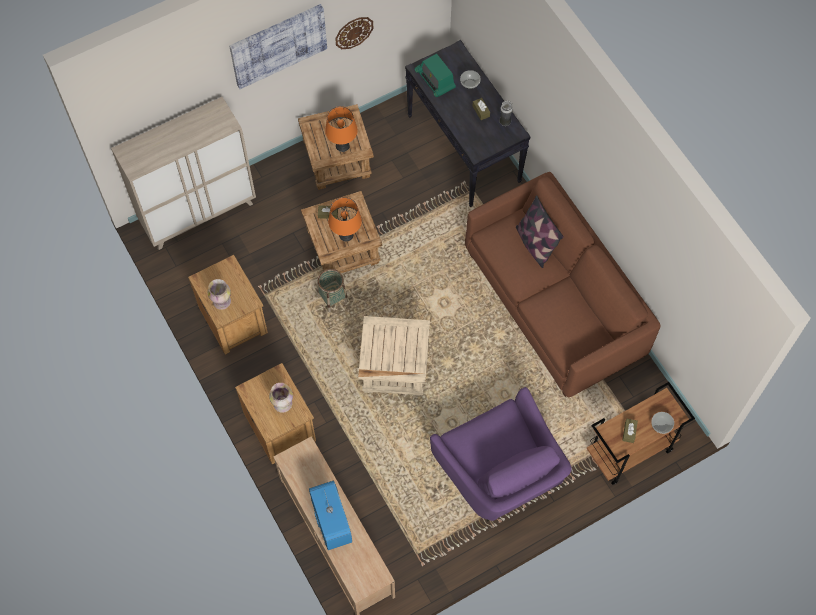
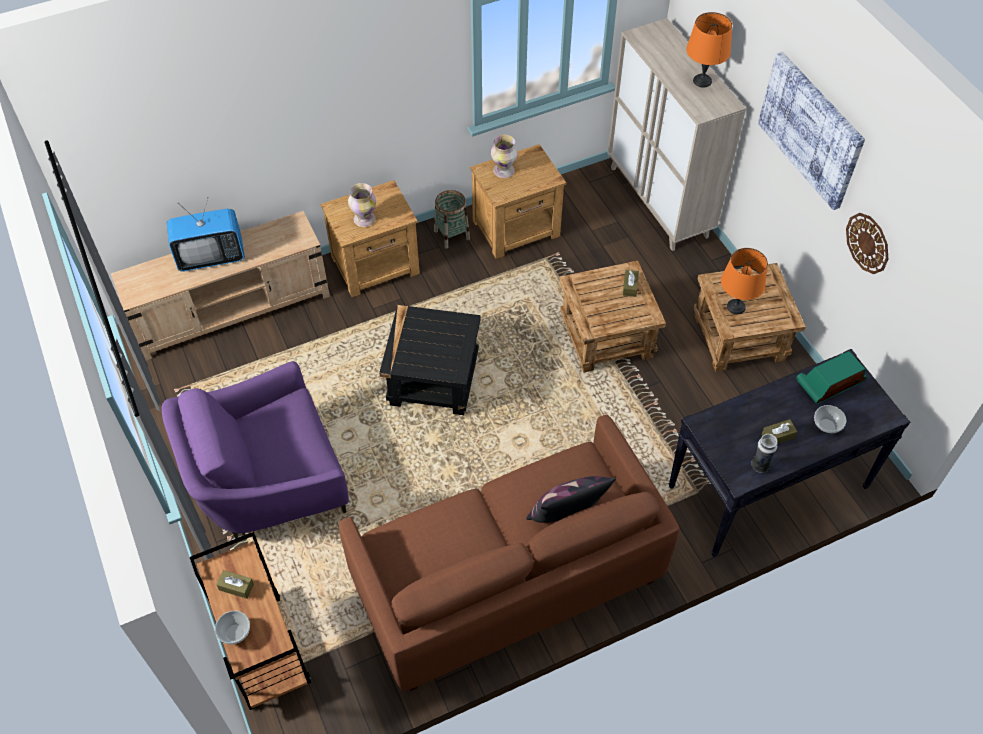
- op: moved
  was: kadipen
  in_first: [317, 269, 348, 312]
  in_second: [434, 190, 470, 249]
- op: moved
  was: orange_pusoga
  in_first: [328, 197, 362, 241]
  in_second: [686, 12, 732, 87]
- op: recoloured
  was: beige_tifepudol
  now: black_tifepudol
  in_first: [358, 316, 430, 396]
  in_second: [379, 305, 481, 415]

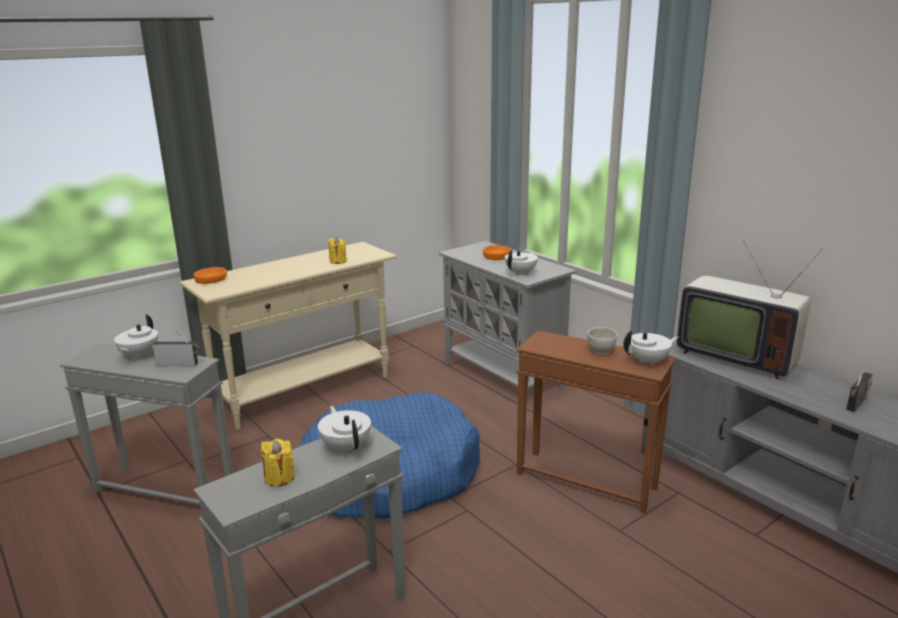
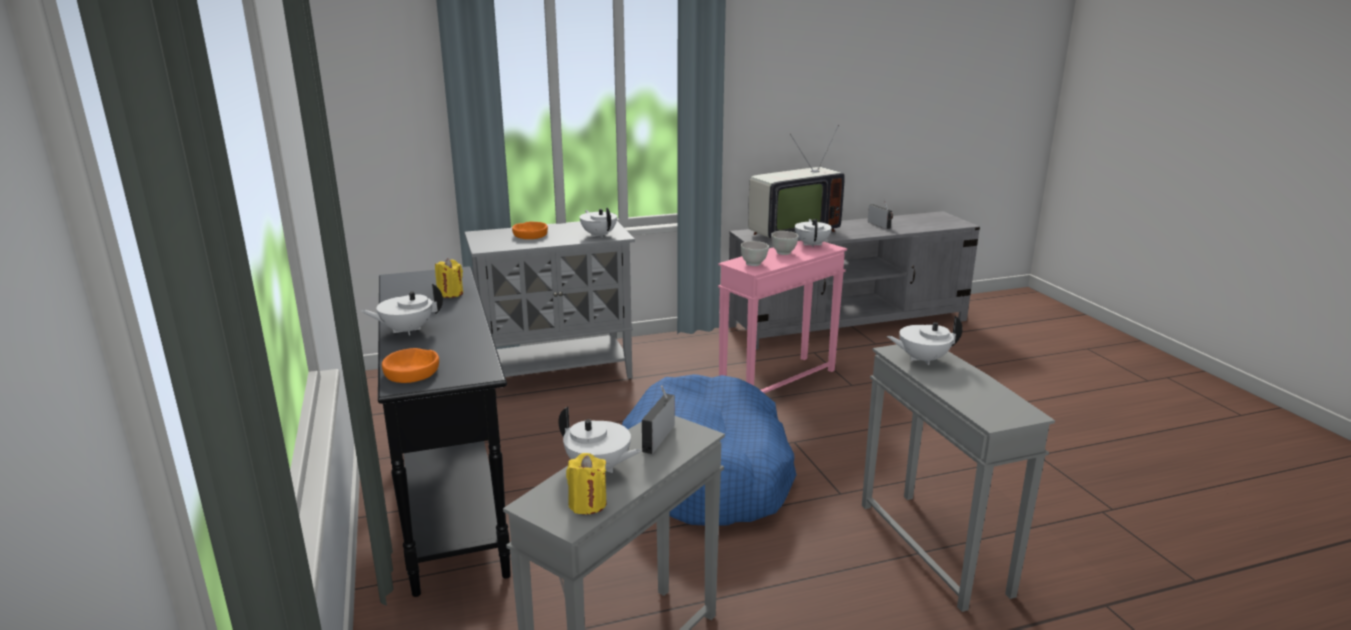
- op: added
  now: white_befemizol
  in_second: [360, 283, 443, 335]
- op: added
  now: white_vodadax
  in_second: [741, 241, 769, 266]
- op: moved
  was: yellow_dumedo
  in_first: [261, 439, 295, 487]
  in_second: [566, 453, 607, 514]
- op: recoloured
  was: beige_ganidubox
  now: black_ganidubox
  in_first: [180, 242, 397, 430]
  in_second: [378, 266, 511, 597]
- op: recoloured
  was: brown_tifepudol
  now: pink_tifepudol
  in_first: [516, 331, 675, 513]
  in_second: [718, 241, 847, 393]

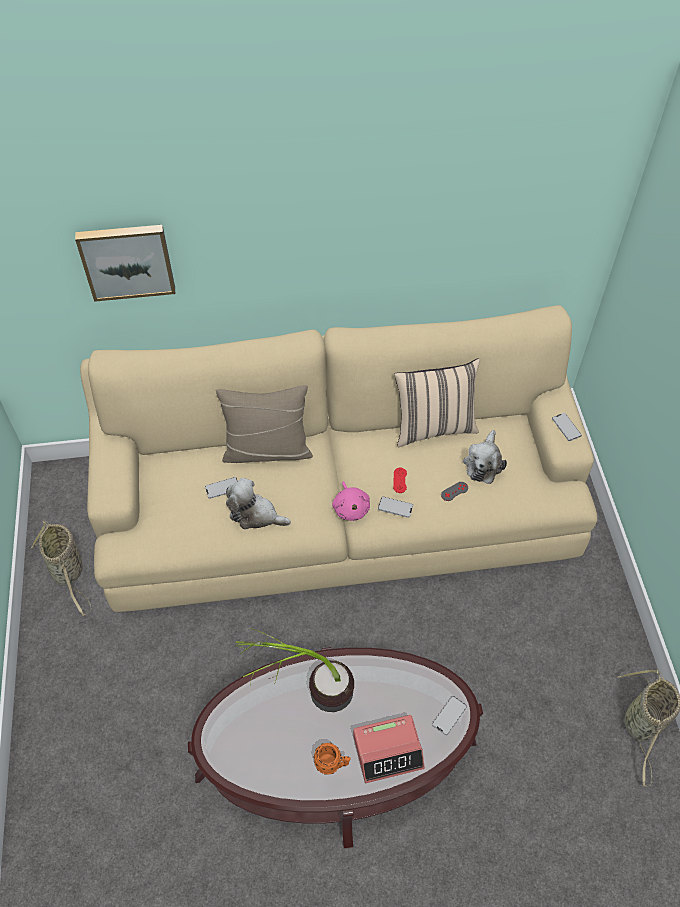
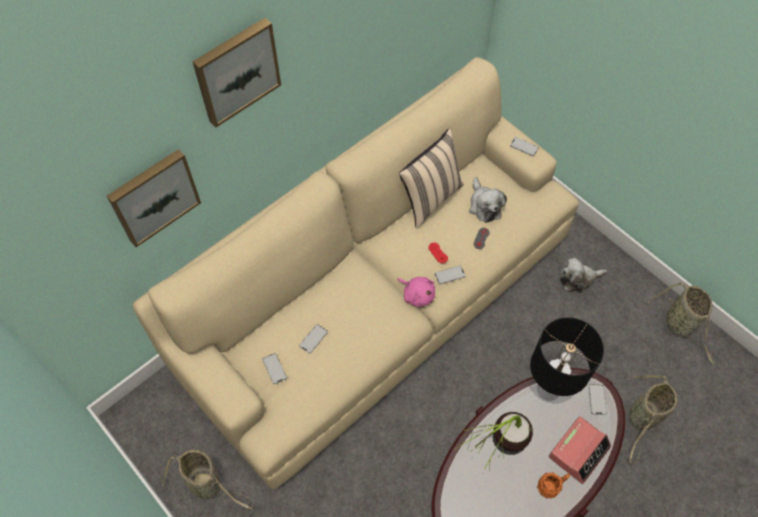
- op: removed
  was: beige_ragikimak
  in_first: [216, 385, 313, 463]
- op: added
  now: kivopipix
  in_second: [192, 18, 281, 128]
- op: added
  now: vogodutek
  in_second: [262, 353, 287, 384]
- op: added
  now: black_pusoga
  in_second: [530, 317, 604, 401]
- op: added
  now: kadipen
  in_second: [629, 375, 678, 464]
- op: moved
  was: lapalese
  in_first: [226, 478, 291, 529]
  in_second: [560, 258, 608, 293]

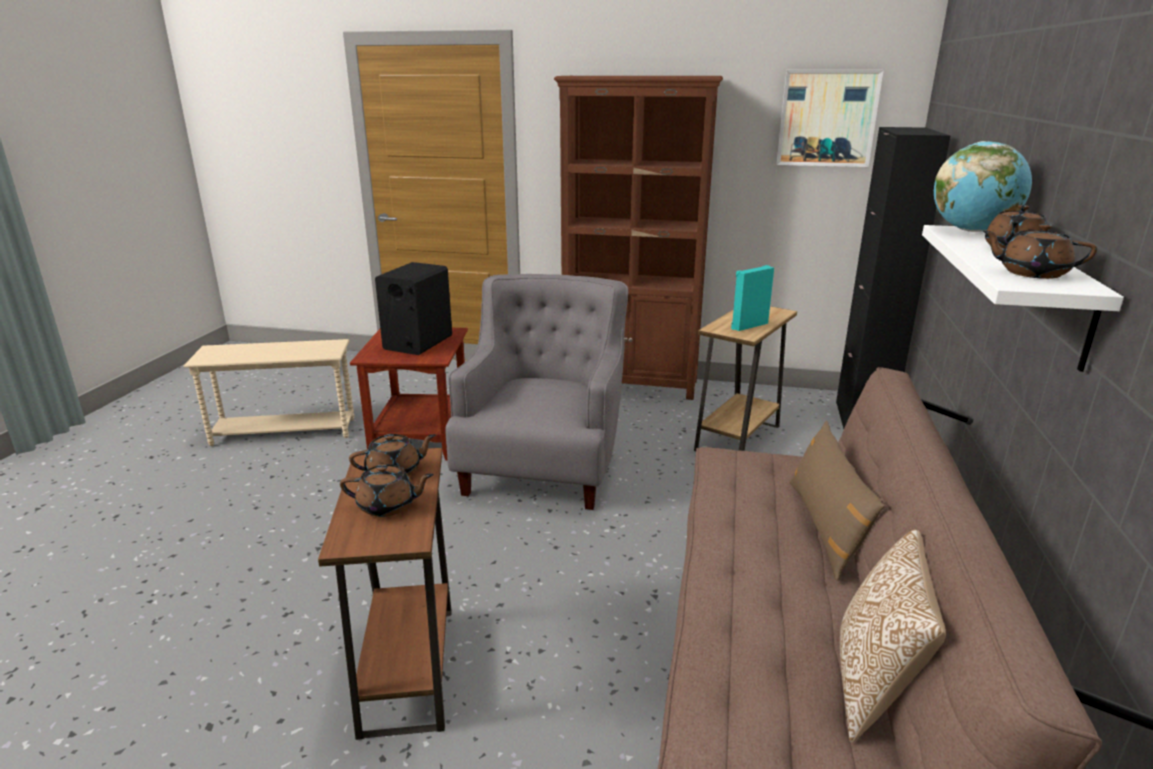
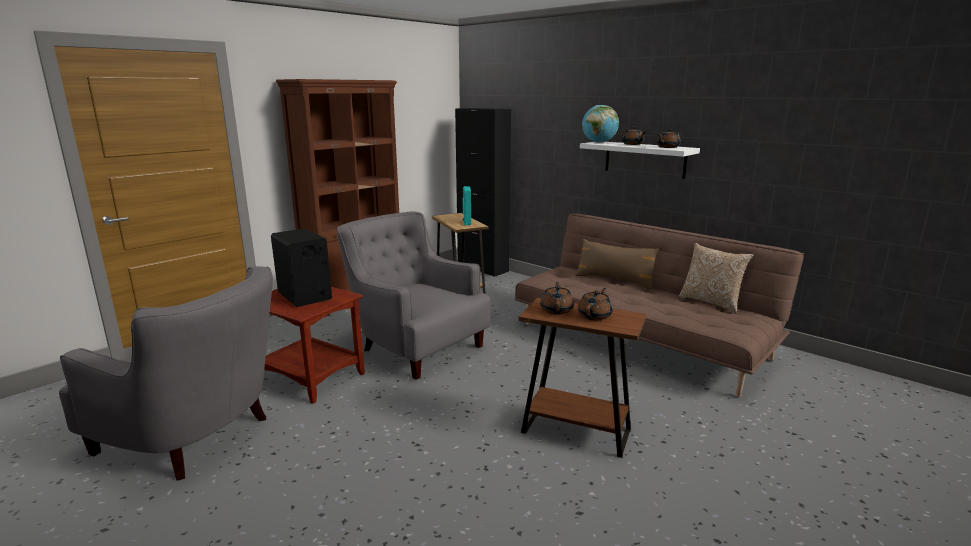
- op: removed
  was: kivopipix
  in_first: [776, 70, 884, 167]
- op: replaced
  was: beige_tifepudol
  now: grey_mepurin
  in_first: [183, 339, 354, 446]
  in_second: [59, 266, 273, 481]

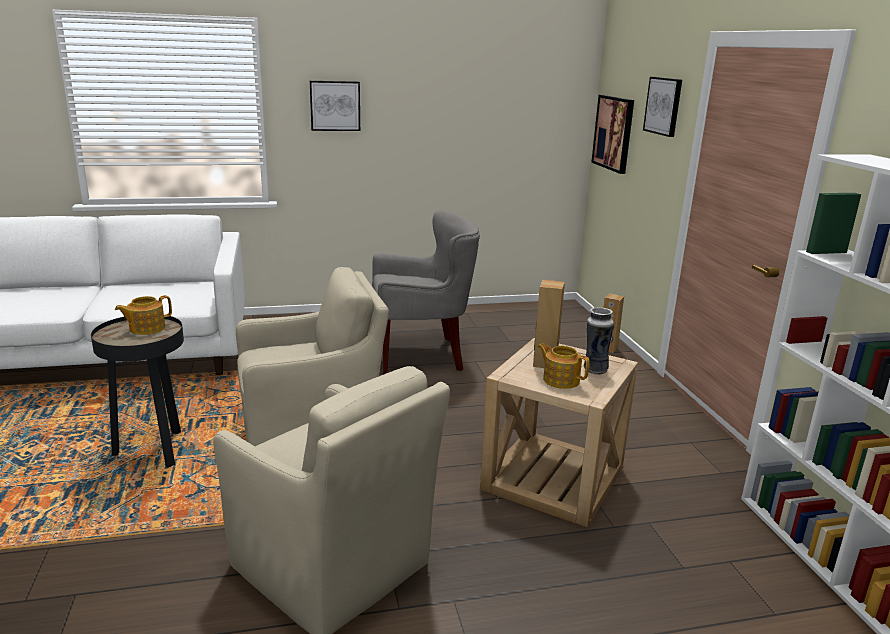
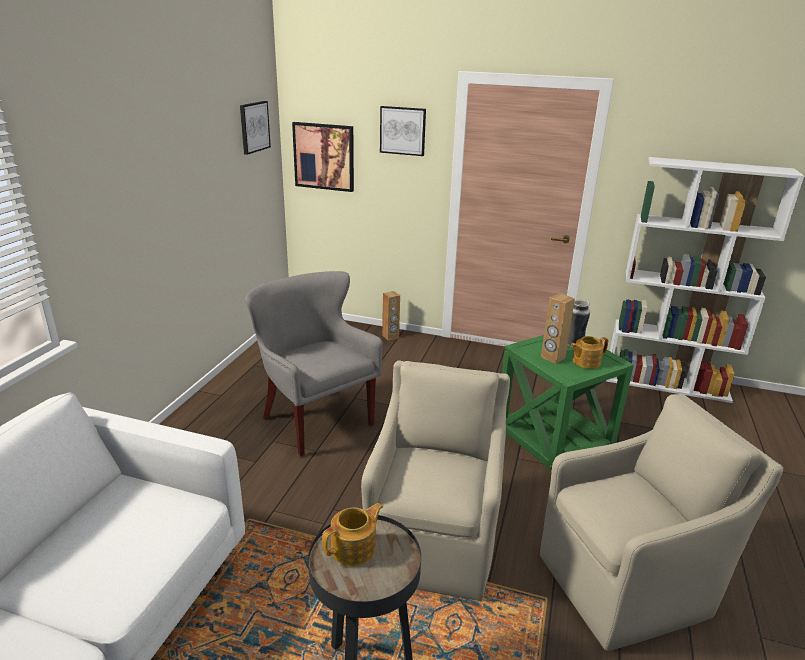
- op: moved
  was: kivopipix
  in_first: [310, 81, 360, 131]
  in_second: [240, 101, 271, 155]
- op: recoloured
  was: beige_tifepudol
  now: green_tifepudol
  in_first: [480, 338, 638, 527]
  in_second: [502, 335, 634, 471]
- op: turned
  was: befemizol
  in_first: [115, 295, 172, 335]
  in_second: [322, 503, 383, 566]
  clockwise: -120
- op: turned
  was: grey_mepurin
  in_first: [372, 210, 480, 374]
  in_second: [245, 271, 383, 457]
  clockwise: -60

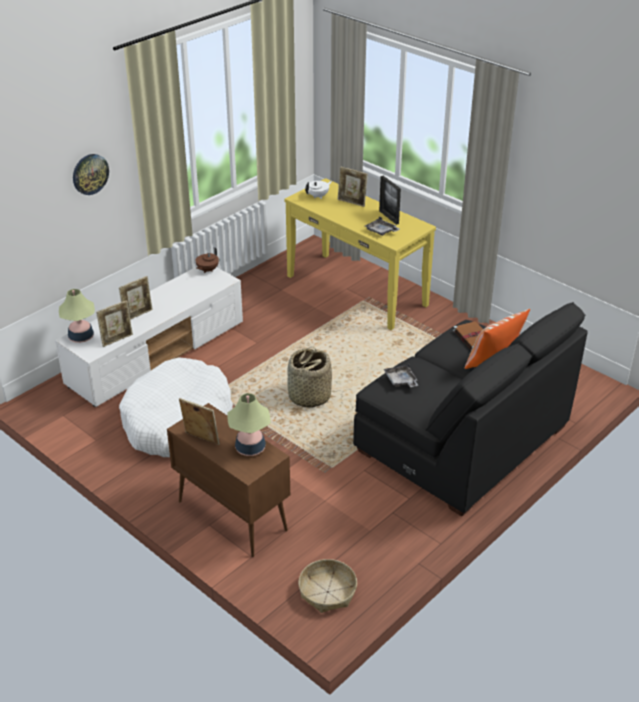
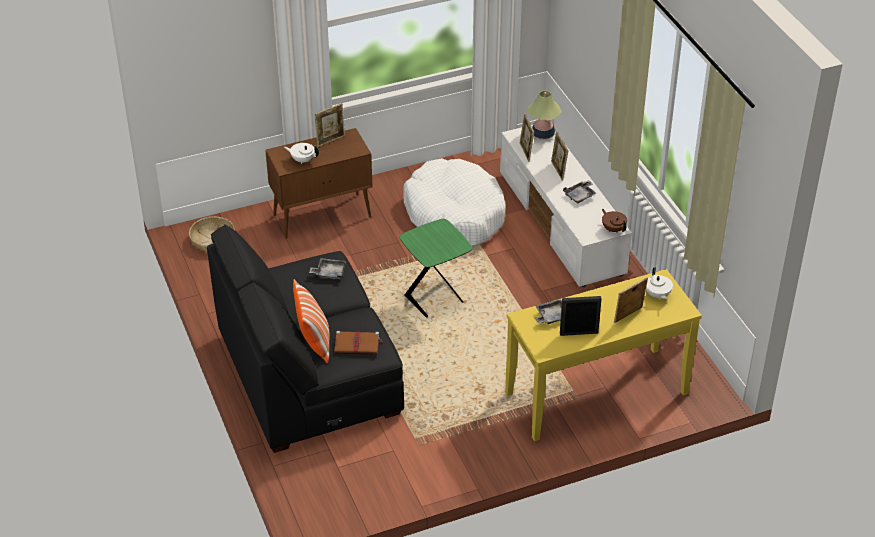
- op: removed
  was: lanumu
  in_first: [73, 154, 109, 195]
- op: added
  now: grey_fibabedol
  in_second: [563, 180, 596, 203]
- op: replaced
  was: pusoga
  now: white_befemizol
  in_first: [227, 393, 270, 456]
  in_second: [284, 143, 319, 164]
- op: replaced
  was: kadipen
  now: green_tifepudol
  in_first: [287, 346, 332, 408]
  in_second: [399, 219, 472, 318]

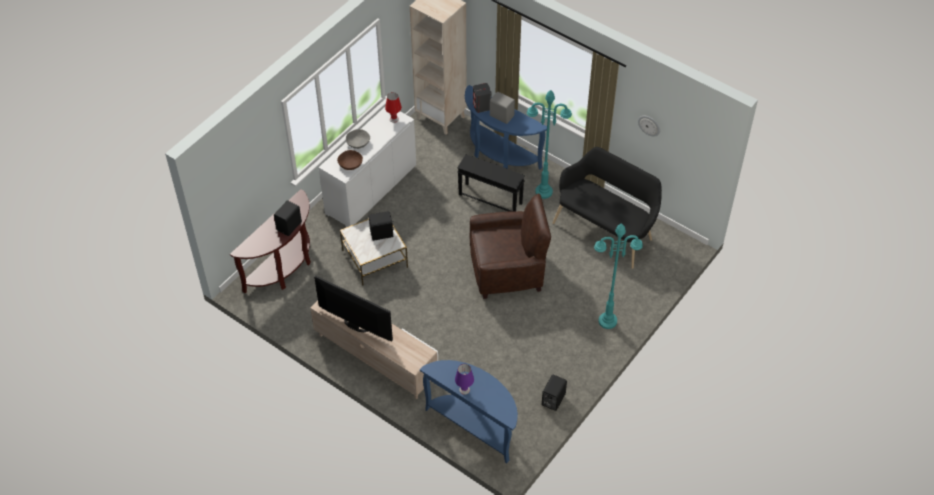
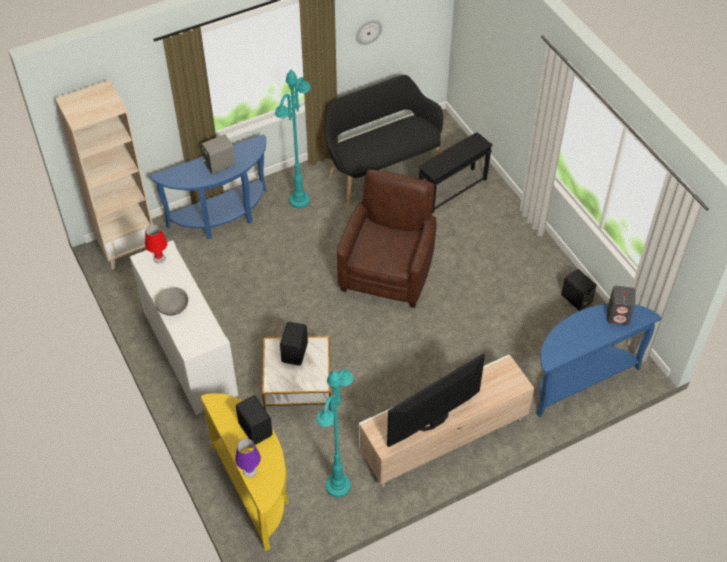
- op: removed
  was: brown_vodadax
  in_first: [337, 150, 363, 170]
- op: moved
  was: purple_pusoga
  in_first: [455, 364, 474, 395]
  in_second: [235, 439, 261, 478]
- op: moved
  was: black_tifepudol
  in_first: [457, 155, 525, 212]
  in_second: [418, 132, 493, 213]
- op: moved
  was: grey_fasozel
  in_first: [473, 83, 491, 113]
  in_second: [607, 286, 636, 325]
- op: moved
  was: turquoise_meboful
  in_first: [594, 223, 643, 329]
  in_second: [317, 369, 353, 497]
- op: recoloured
  was: brown_ganidubox
  now: yellow_ganidubox
  in_first: [230, 189, 311, 294]
  in_second: [200, 393, 289, 551]

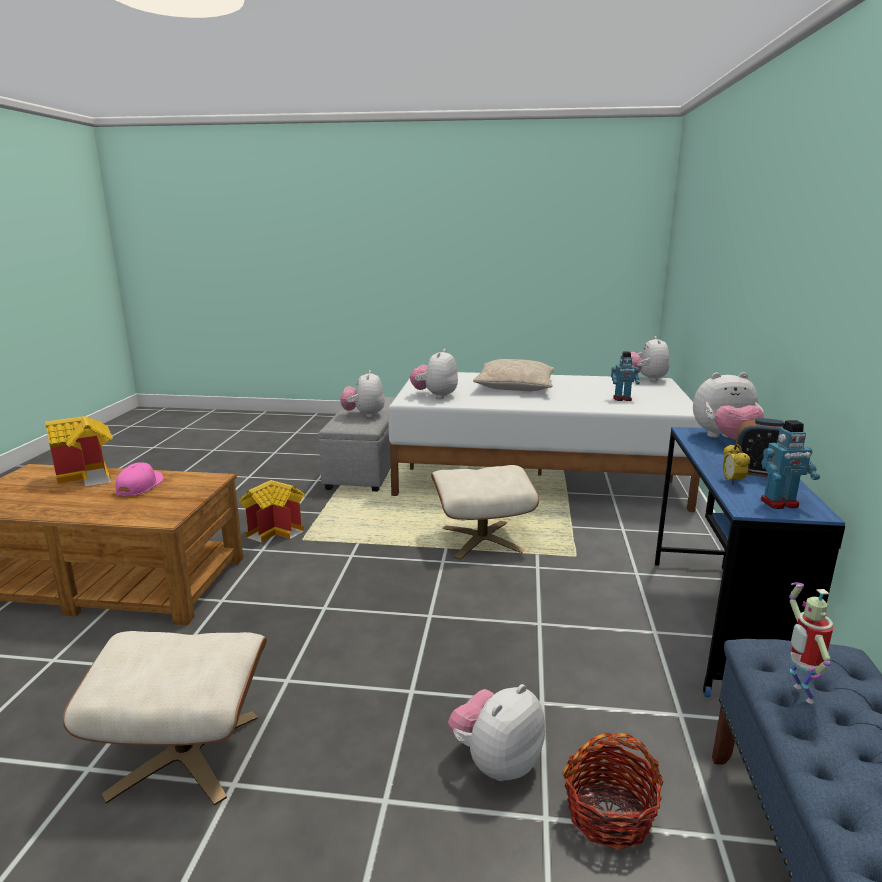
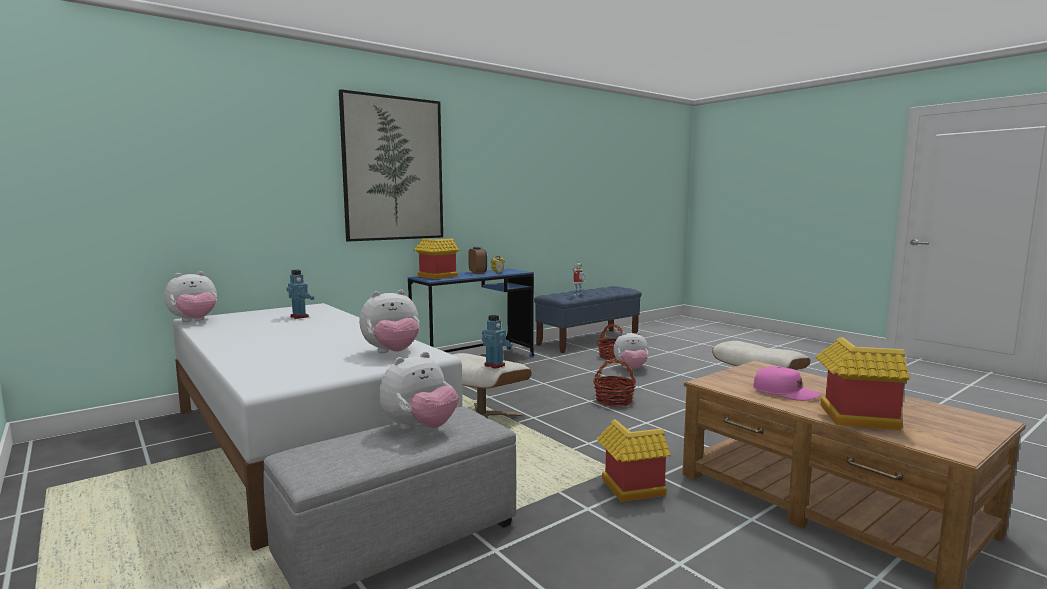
- op: removed
  was: beige_ragikimak
  in_first: [473, 359, 555, 391]
- op: added
  now: kivopipix
  in_second: [339, 89, 443, 242]
- op: added
  now: kadipen
  in_second: [593, 358, 636, 407]
- op: moved
  was: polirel
  in_first: [760, 420, 820, 509]
  in_second: [482, 315, 513, 368]
- op: replaced
  was: lapalese
  now: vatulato
  in_first: [693, 372, 764, 439]
  in_second: [414, 238, 459, 279]
- op: turned
  was: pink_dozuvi
  in_first: [115, 462, 163, 496]
  in_second: [753, 366, 820, 401]
  clockwise: -105

